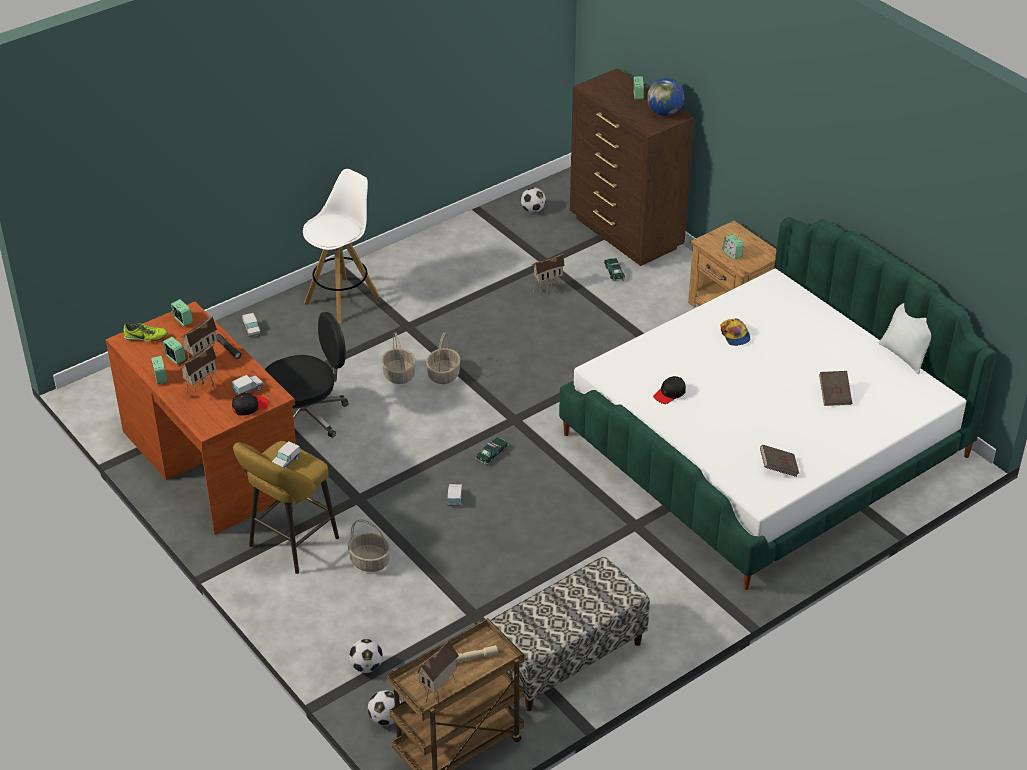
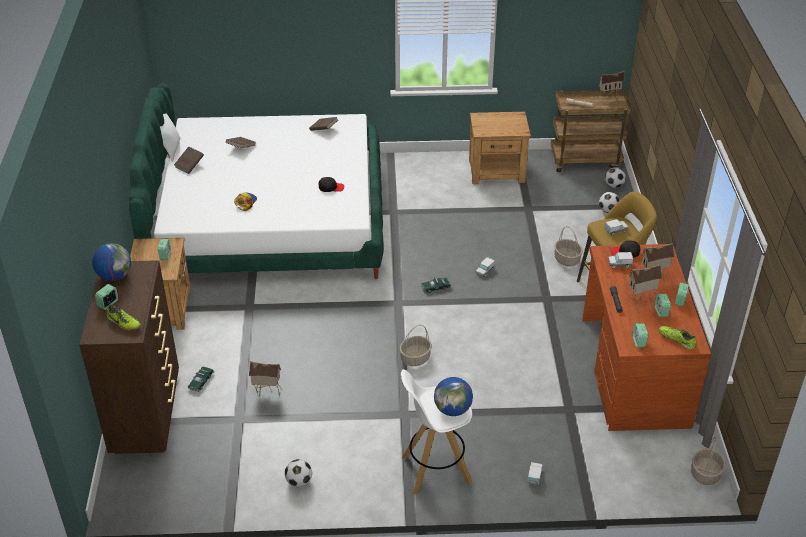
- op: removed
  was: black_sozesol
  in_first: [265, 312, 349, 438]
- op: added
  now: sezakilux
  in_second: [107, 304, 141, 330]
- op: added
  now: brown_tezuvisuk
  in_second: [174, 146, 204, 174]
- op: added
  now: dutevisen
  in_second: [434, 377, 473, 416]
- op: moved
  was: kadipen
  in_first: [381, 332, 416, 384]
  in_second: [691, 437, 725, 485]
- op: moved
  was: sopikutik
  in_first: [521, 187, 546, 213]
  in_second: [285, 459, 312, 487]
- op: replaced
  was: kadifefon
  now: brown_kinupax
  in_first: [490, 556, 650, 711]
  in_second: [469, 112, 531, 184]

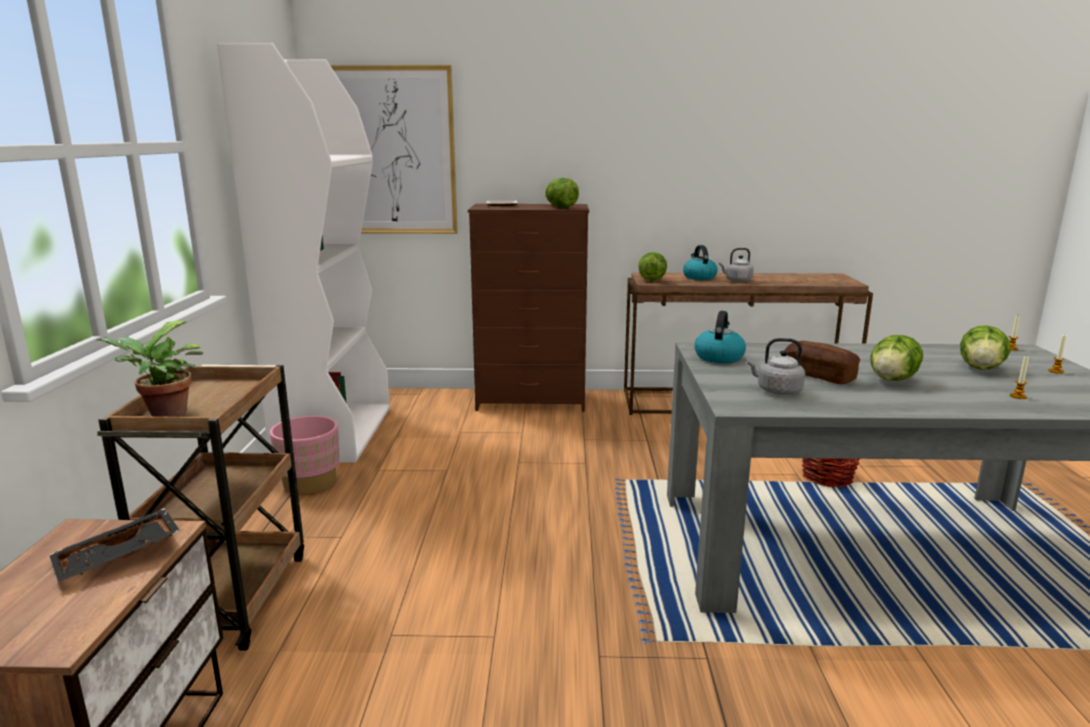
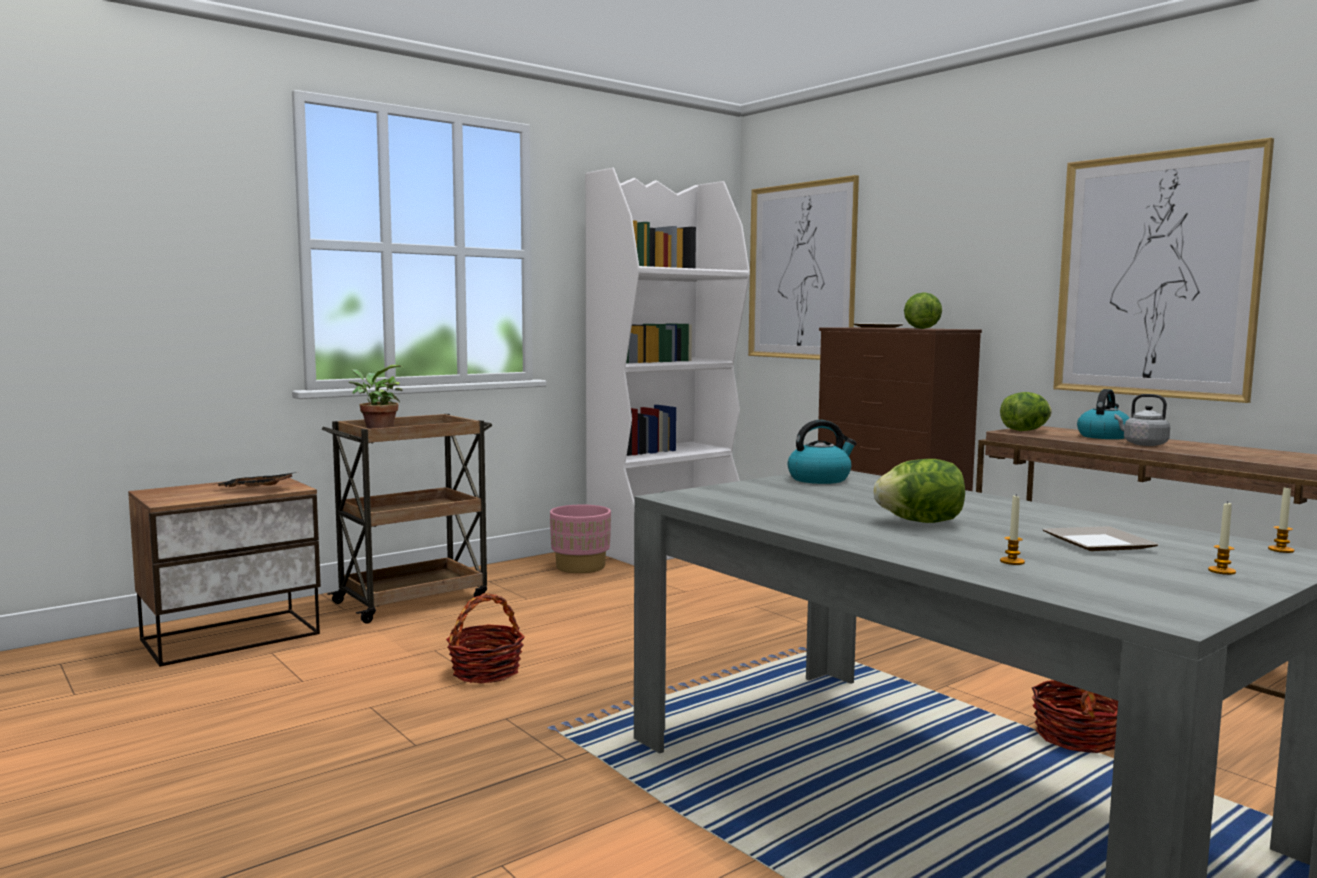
- op: removed
  was: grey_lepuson
  in_first: [747, 338, 805, 395]
- op: removed
  was: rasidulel
  in_first: [785, 341, 860, 384]
- op: added
  now: kadipen
  in_second: [446, 593, 525, 683]
- op: added
  now: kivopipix
  in_second: [1053, 138, 1274, 403]
- op: replaced
  was: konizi
  now: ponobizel
  in_first: [960, 325, 1011, 370]
  in_second: [1042, 526, 1159, 551]

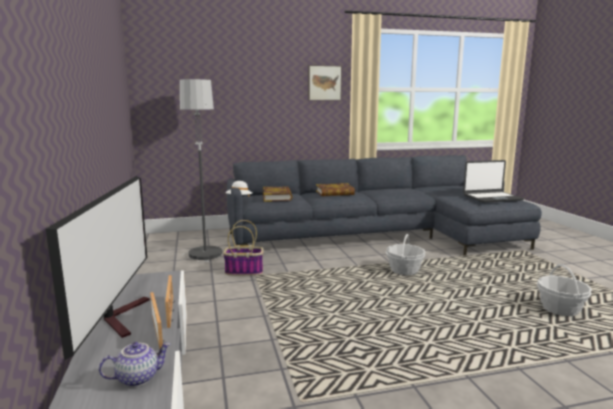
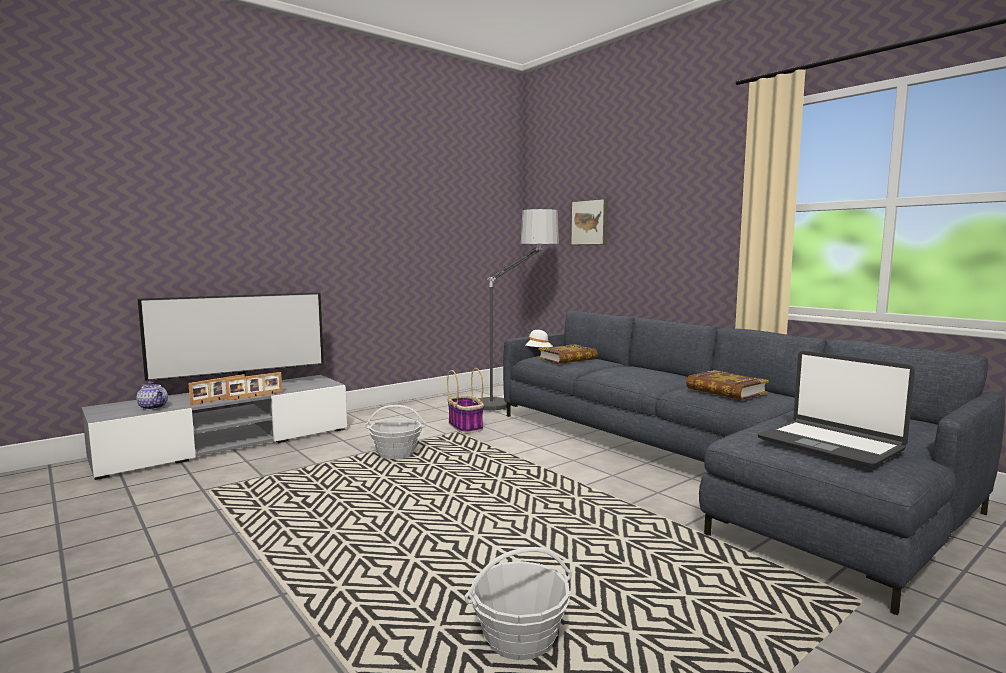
- op: moved
  was: kivopipix
  in_first: [308, 65, 342, 101]
  in_second: [571, 198, 608, 245]
- op: moved
  was: tezuvisuk
  in_first: [316, 183, 355, 196]
  in_second: [686, 370, 769, 400]
- op: moved
  was: kadipen
  in_first: [386, 234, 426, 275]
  in_second: [365, 405, 426, 459]

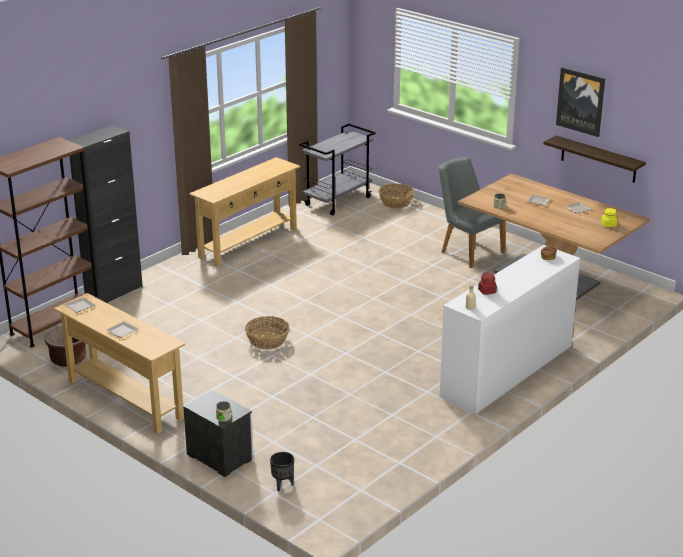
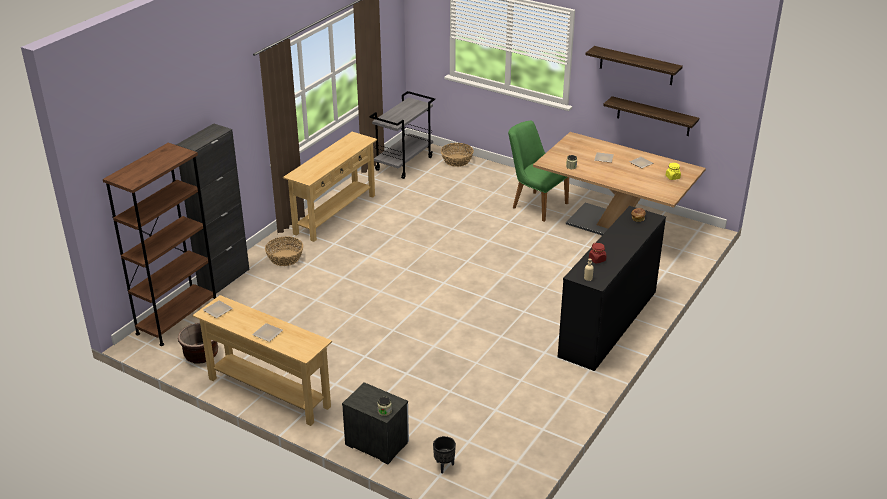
- op: moved
  was: kadipen
  in_first: [245, 316, 289, 350]
  in_second: [265, 236, 303, 266]
- op: replaced
  was: kivopipix
  now: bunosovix
  in_first: [556, 68, 605, 137]
  in_second: [585, 46, 683, 85]
- op: recoloured
  was: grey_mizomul
  now: green_mizomul
  in_first: [439, 157, 506, 268]
  in_second: [508, 121, 569, 222]
- op: recoloured
  was: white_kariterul
  now: black_kariterul
  in_first: [440, 245, 580, 414]
  in_second: [558, 206, 666, 371]

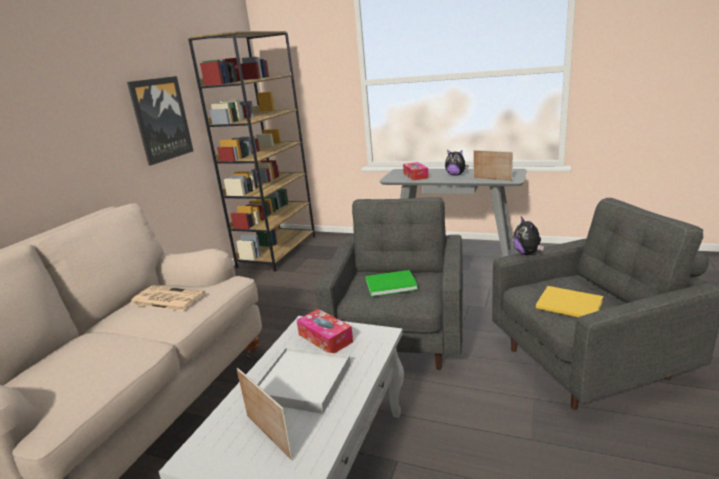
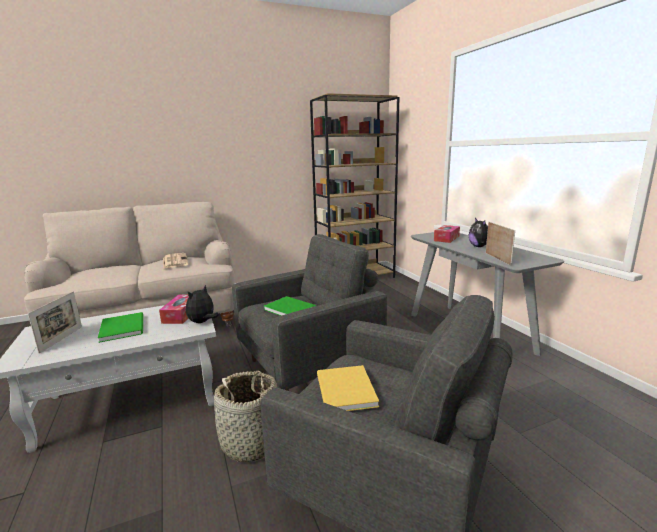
- op: removed
  was: kivopipix
  in_first: [127, 76, 193, 166]
- op: added
  now: kadipen
  in_second: [214, 371, 277, 462]
- op: moved
  was: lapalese
  in_first: [513, 217, 544, 255]
  in_second: [186, 285, 219, 323]
- op: replaced
  was: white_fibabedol
  now: green_tezuvisuk
  in_first: [257, 347, 351, 414]
  in_second: [98, 312, 143, 343]

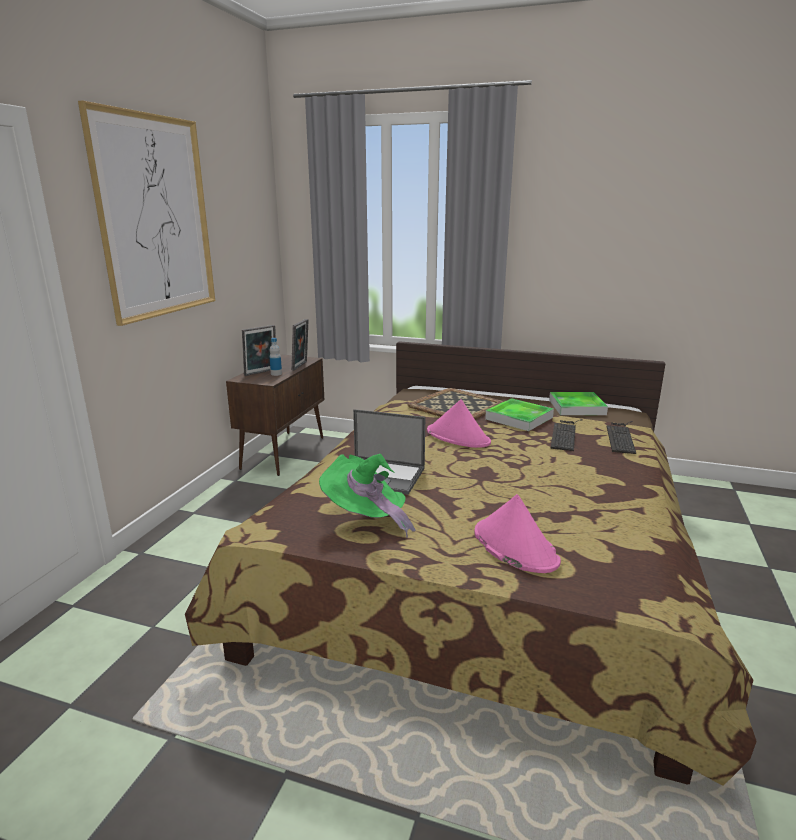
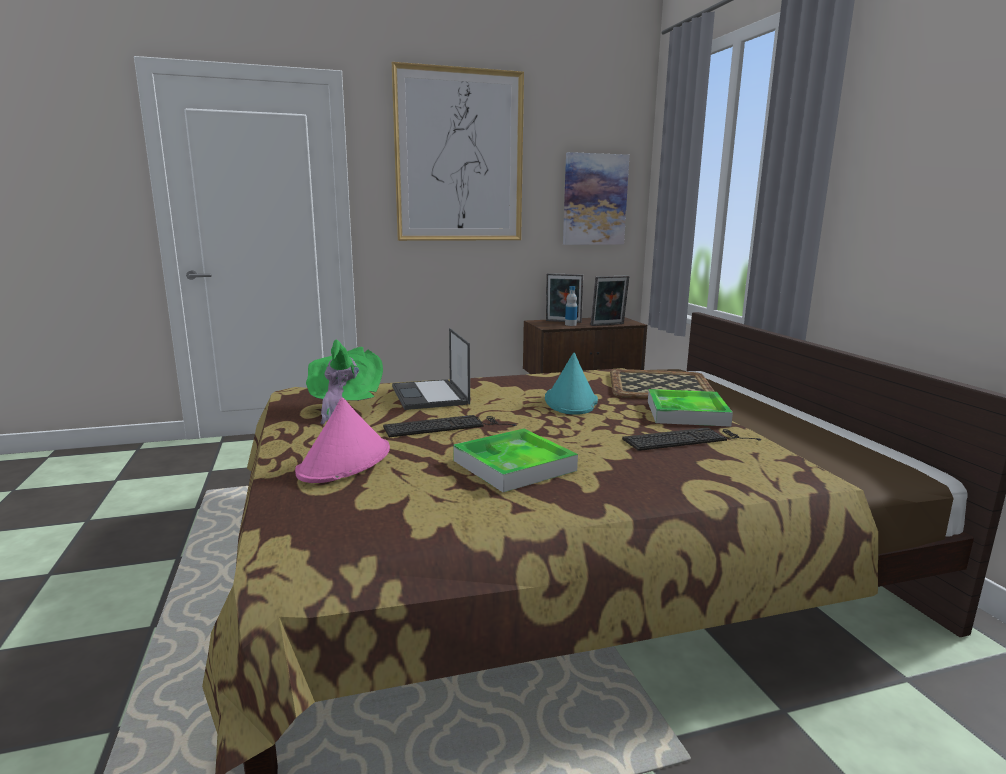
- op: added
  now: kivopipix
  in_second: [563, 152, 630, 245]
- op: moved
  was: fibabedol
  in_first: [549, 392, 608, 415]
  in_second: [453, 429, 578, 492]
- op: moved
  was: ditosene
  in_first: [607, 421, 636, 454]
  in_second: [383, 415, 516, 437]
- op: recoloured
  was: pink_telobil
  now: turquoise_telobil
  in_first: [427, 399, 491, 448]
  in_second: [545, 352, 598, 415]

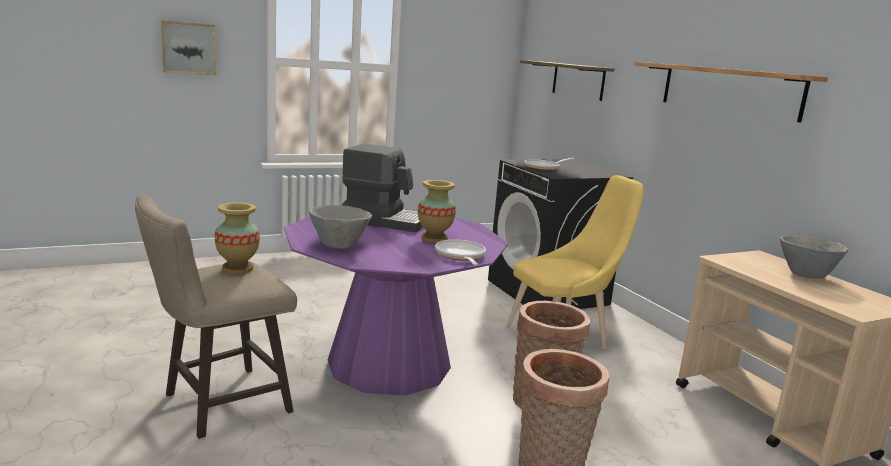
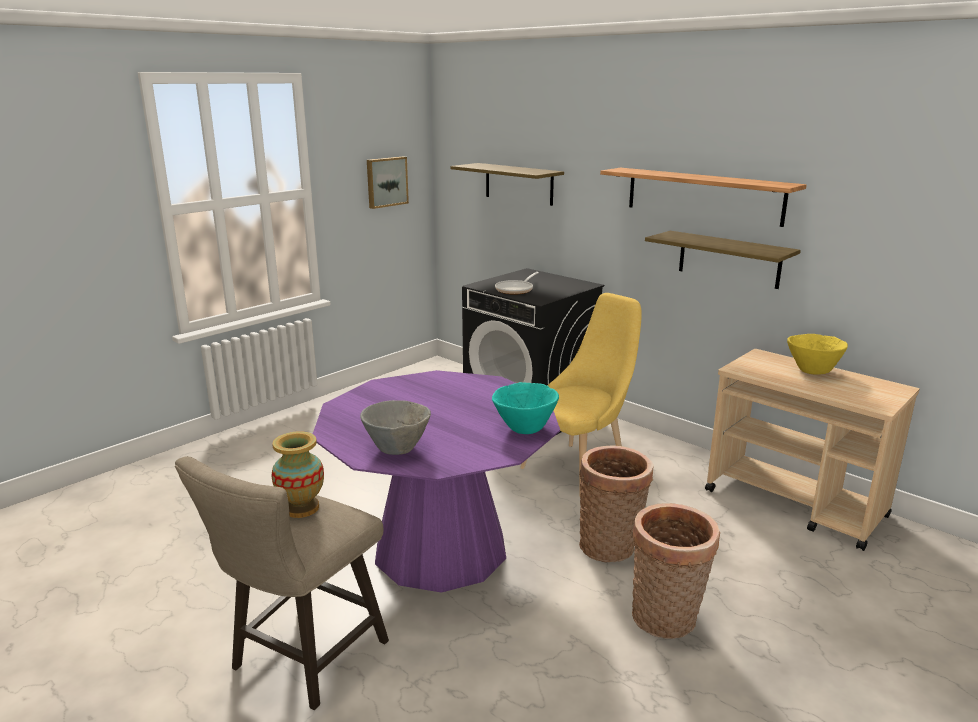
- op: removed
  was: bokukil
  in_first: [342, 144, 423, 233]
- op: removed
  was: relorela
  in_first: [418, 180, 456, 243]
- op: added
  now: bunosovix
  in_second: [645, 231, 801, 289]
- op: moved
  was: kivopipix
  in_first: [161, 20, 216, 75]
  in_second: [367, 157, 409, 209]
- op: replaced
  was: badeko
  now: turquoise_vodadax
  in_first: [435, 239, 486, 265]
  in_second: [492, 382, 559, 434]
- op: recoloured
  was: grey_vodadax
  now: yellow_vodadax
  in_first: [780, 236, 849, 279]
  in_second: [787, 334, 848, 375]

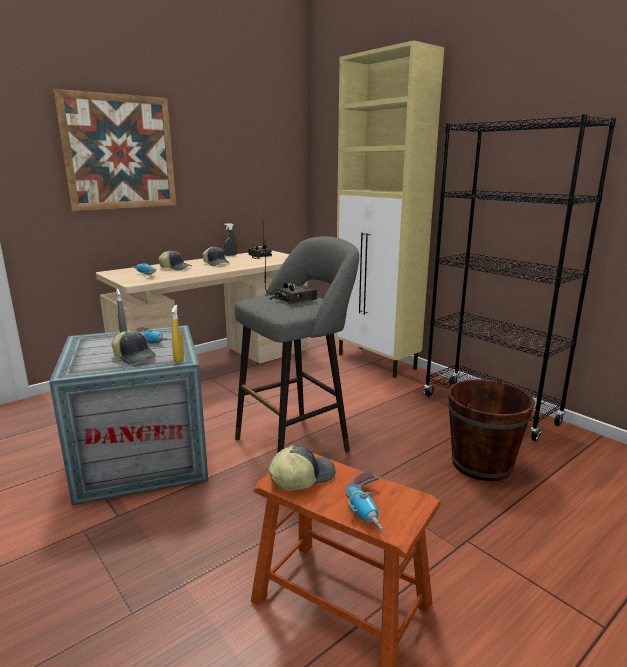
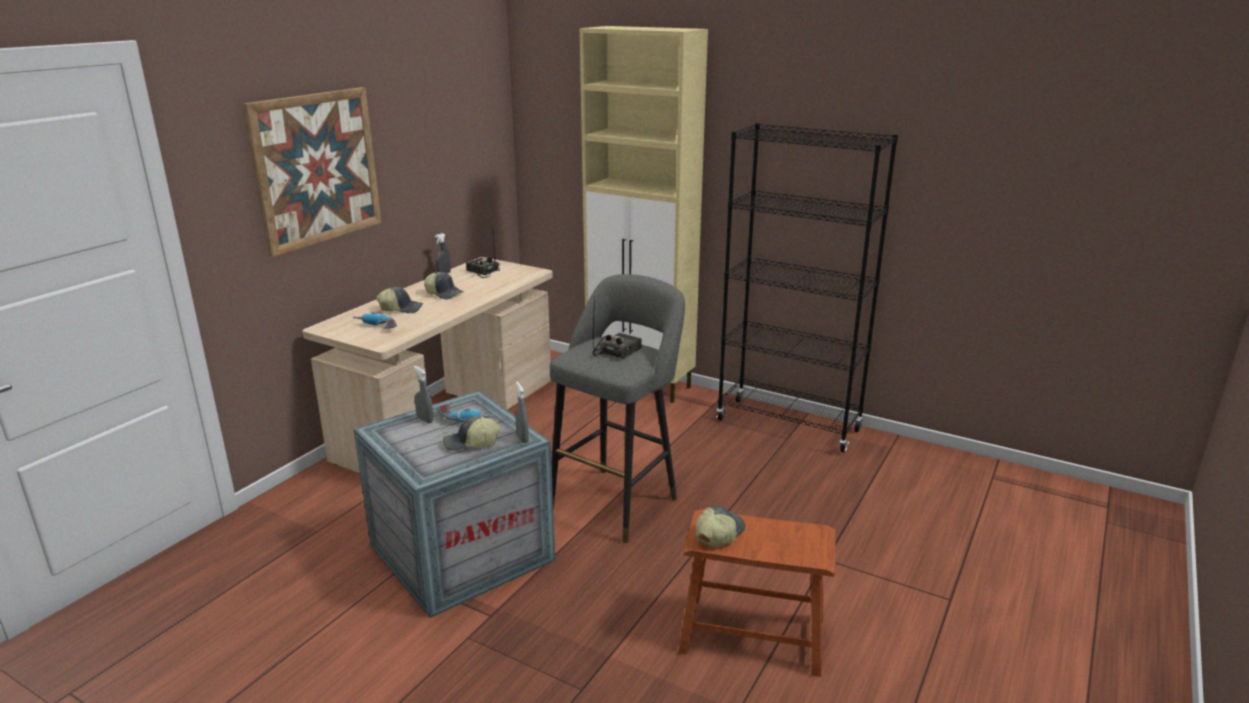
- op: removed
  was: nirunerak
  in_first: [346, 472, 383, 531]
- op: removed
  was: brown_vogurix
  in_first: [448, 378, 535, 481]
- op: recoloured
  was: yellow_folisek
  now: grey_folisek
  in_first: [172, 305, 184, 362]
  in_second: [515, 382, 529, 443]
- op: turned
  was: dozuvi
  in_first: [112, 330, 156, 364]
  in_second: [443, 416, 500, 451]
  clockwise: 150

